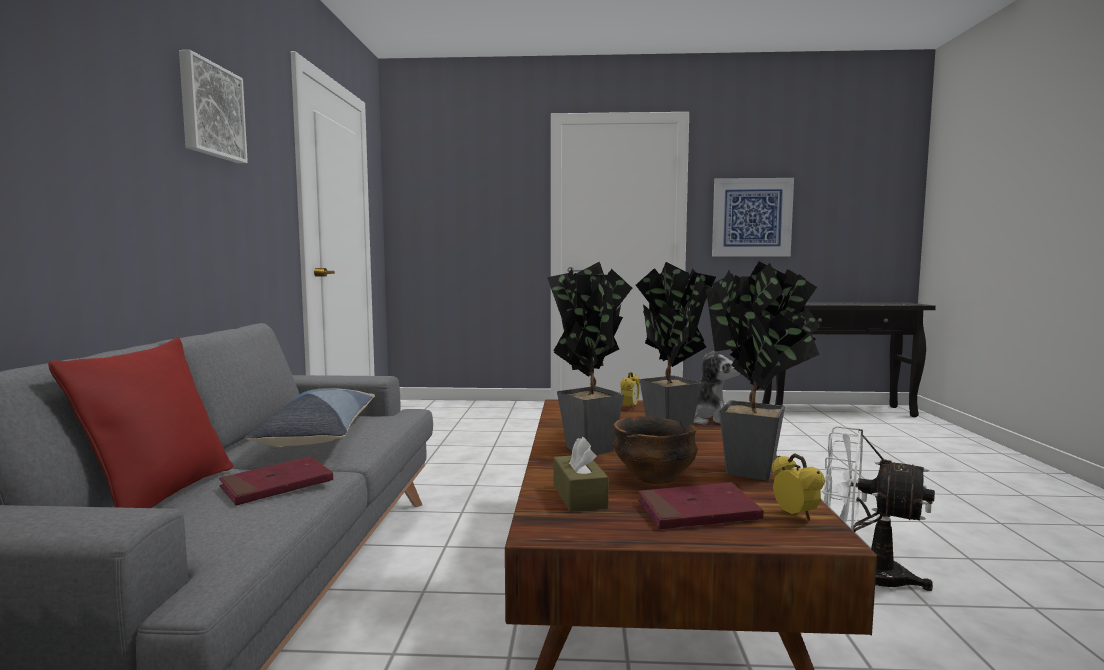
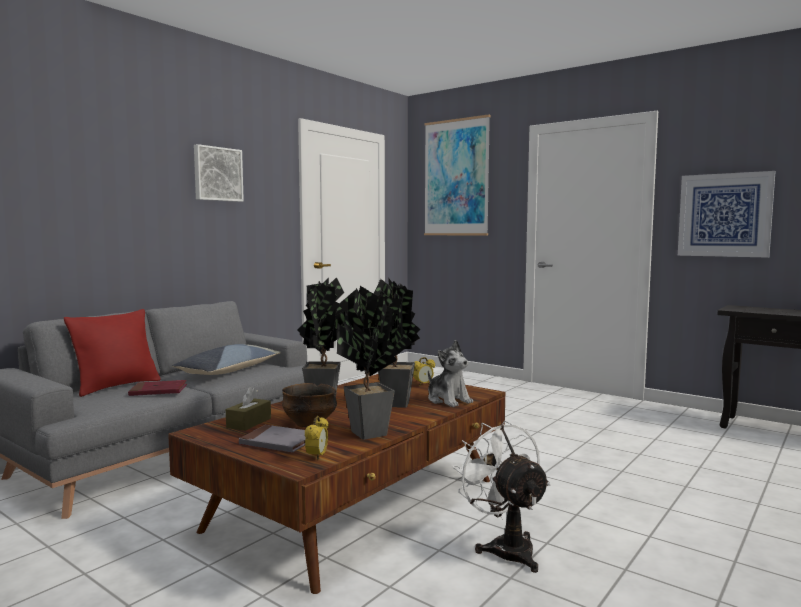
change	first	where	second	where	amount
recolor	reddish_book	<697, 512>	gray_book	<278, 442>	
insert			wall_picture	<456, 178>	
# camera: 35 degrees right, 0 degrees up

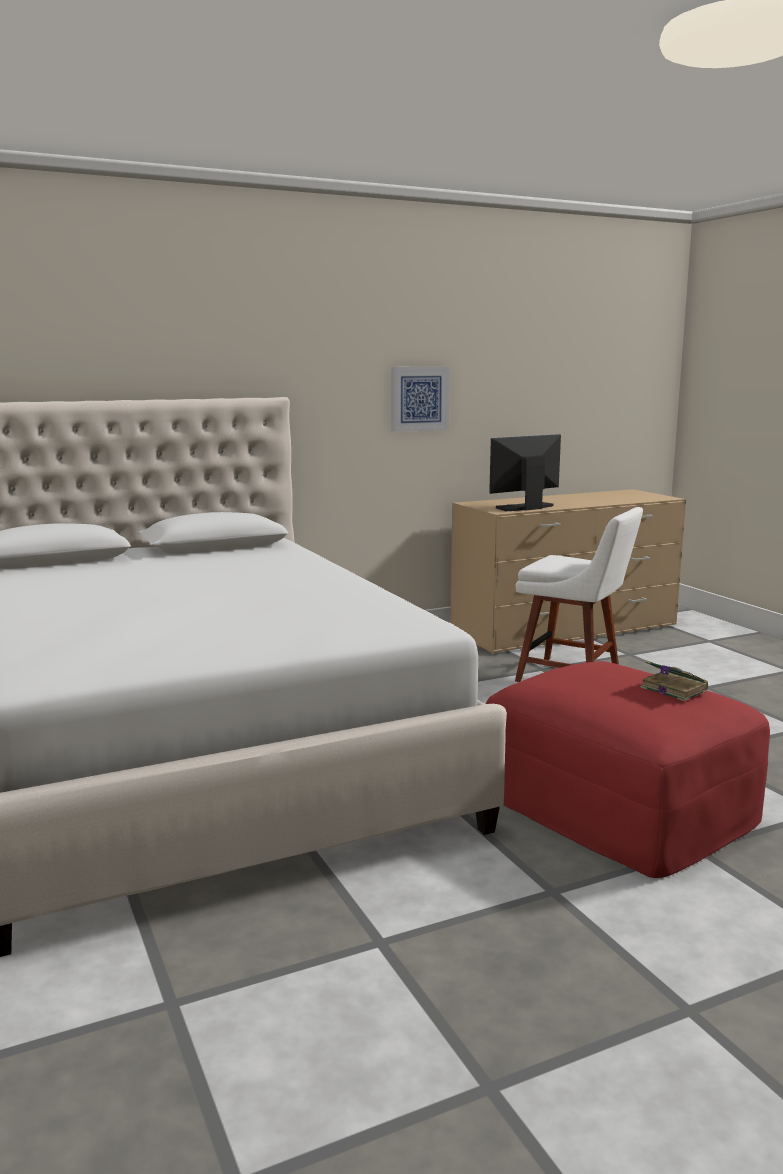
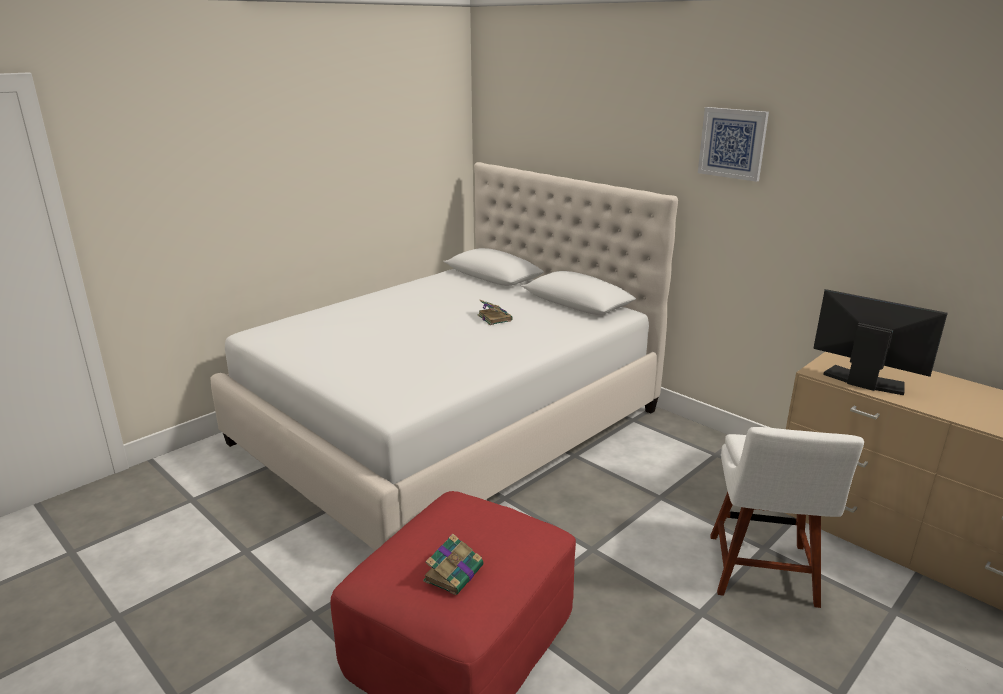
change	first	where	second	where	amount
move	wall_picture	<419, 398>		<732, 143>	
insert			book	<494, 318>	
# camera: 70 degrees right, 10 degrees up

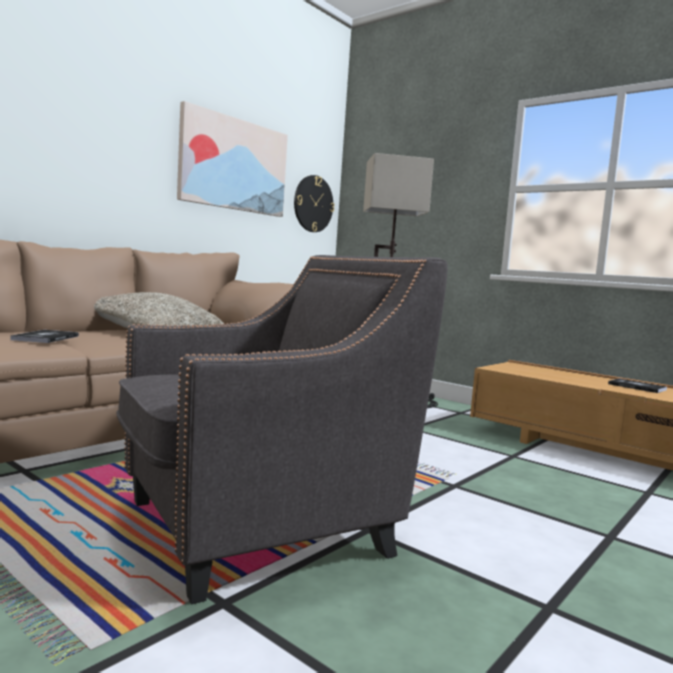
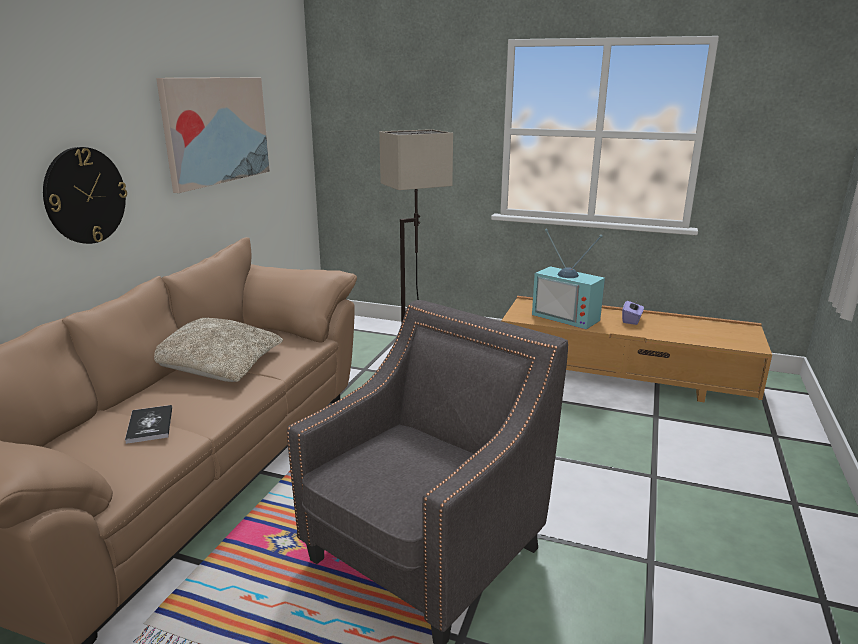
change	first	where	second	where	amount
move	wall_clock	<313, 204>		<85, 195>	
replace	book	<637, 387>	purplish_tissue_box	<631, 320>	
insert			TV	<568, 317>	
# camera: 20 degrees left, 15 degrees up

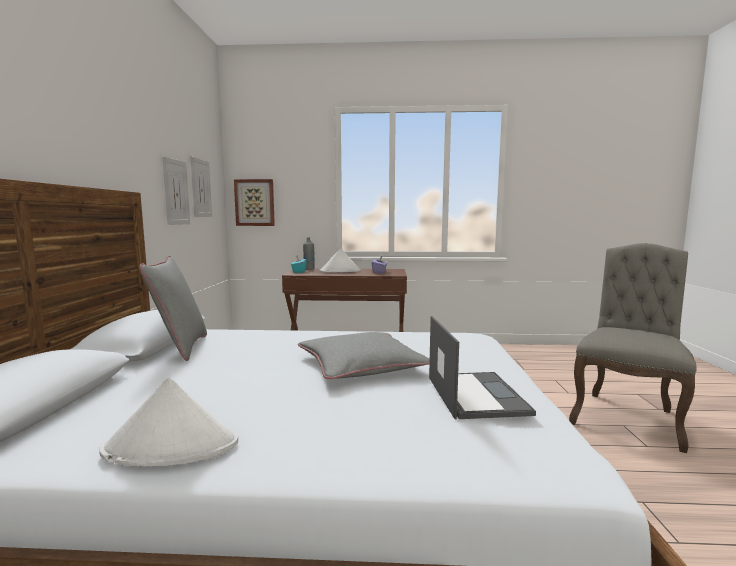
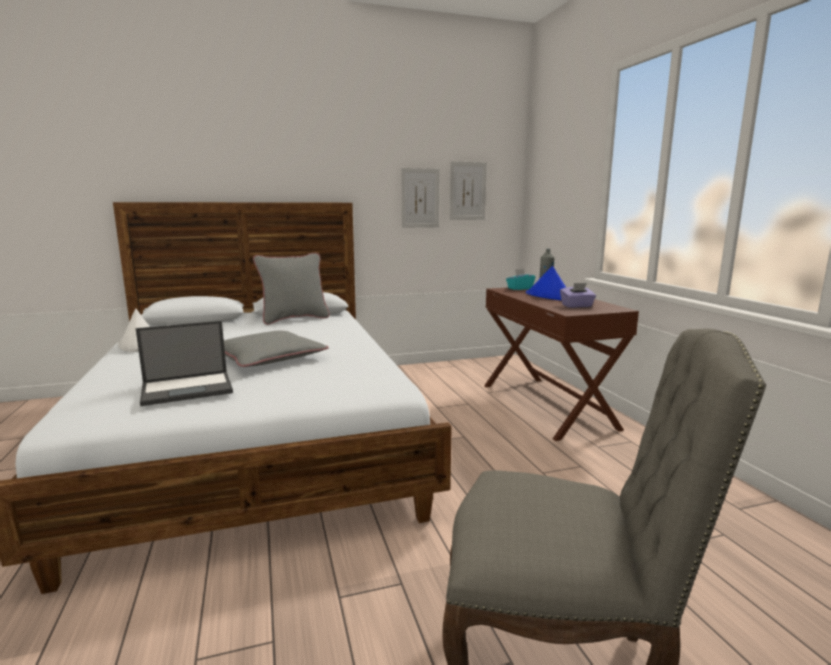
change	first	where	second	where	amount
delete	wall_picture	<255, 202>			
recolor	white-coloured_wearable_hat	<340, 271>	blue_wearable_hat	<549, 296>	
# camera: 70 degrees right, 5 degrees up

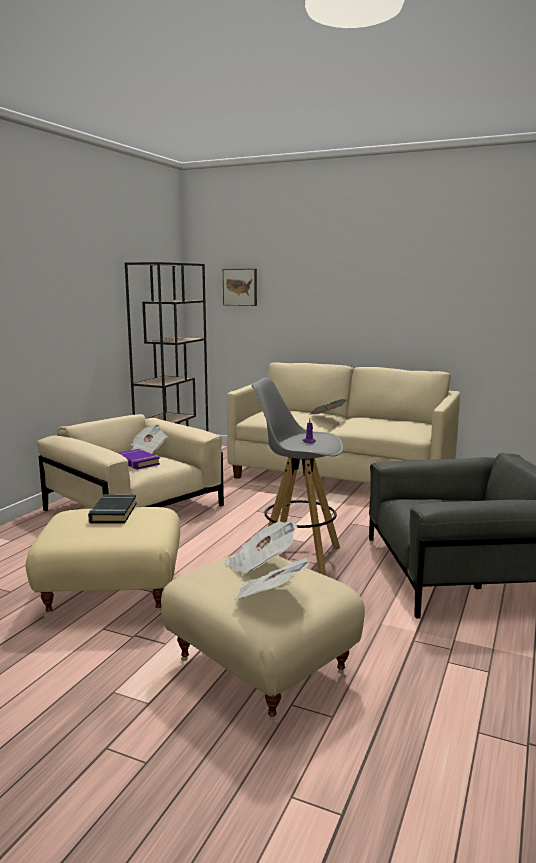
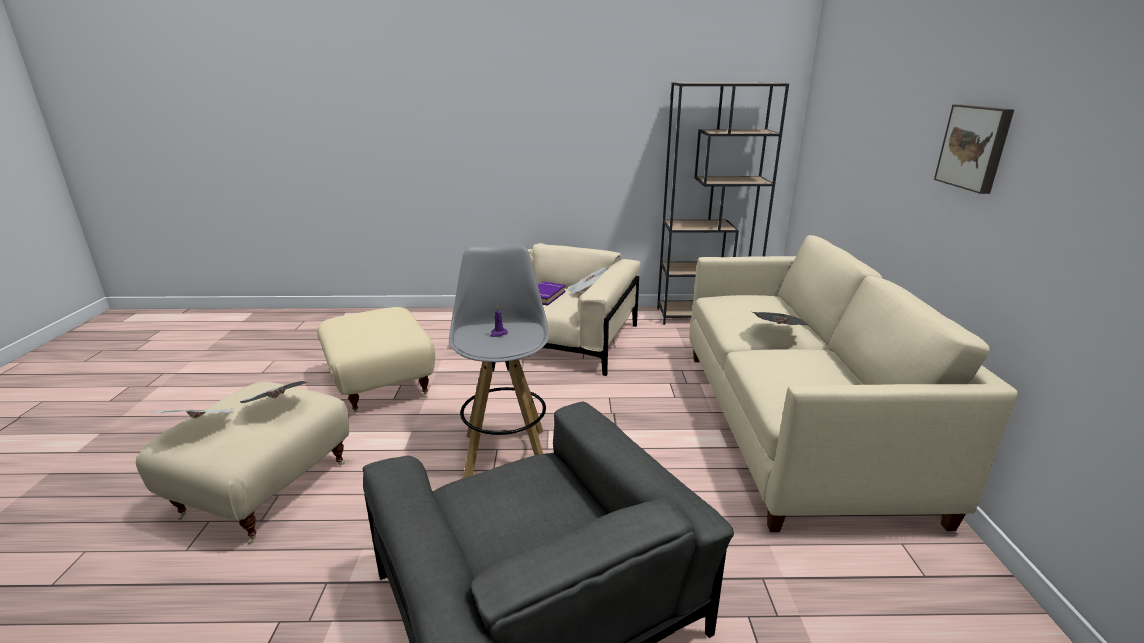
change	first	where	second	where	amount
move	wall_picture	<240, 287>		<975, 147>	
delete	black-coloured_book	<113, 513>			
# camera: 65 degrees right, 10 degrees up

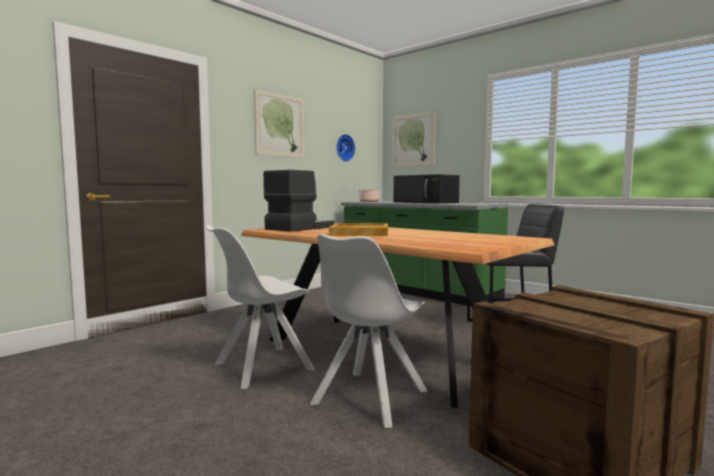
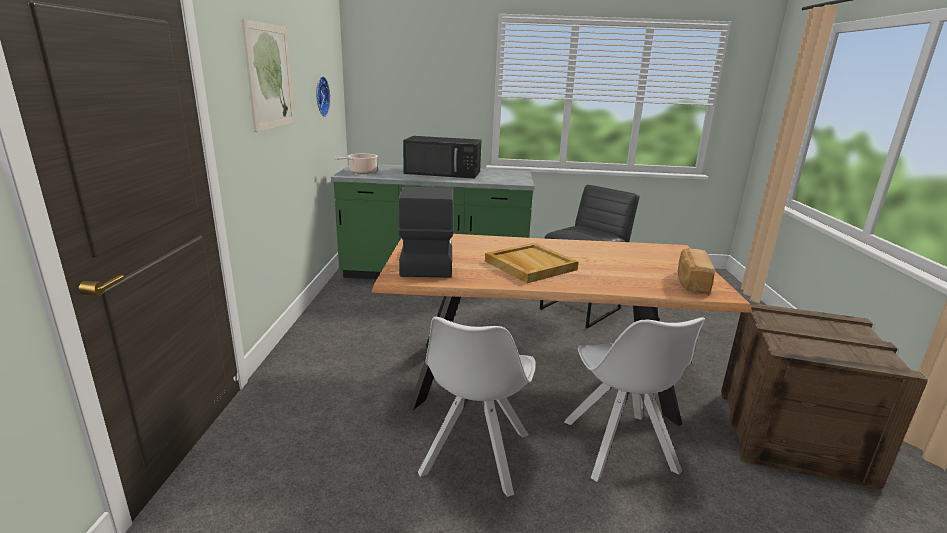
change	first	where	second	where	amount
delete	wall_picture	<413, 140>			
insert			bakery_bread	<691, 282>	
# camera: 40 degrees left, 15 degrees up

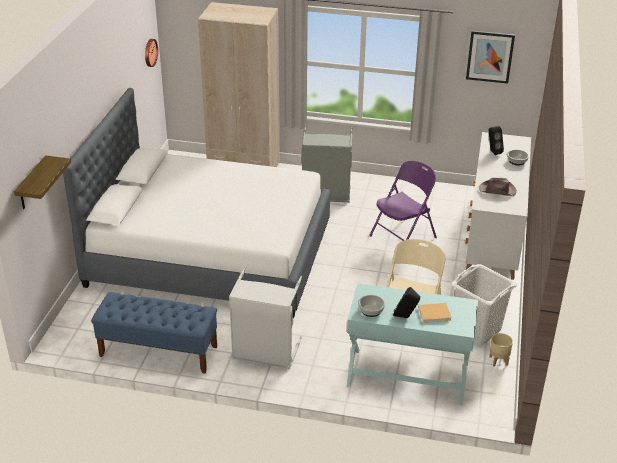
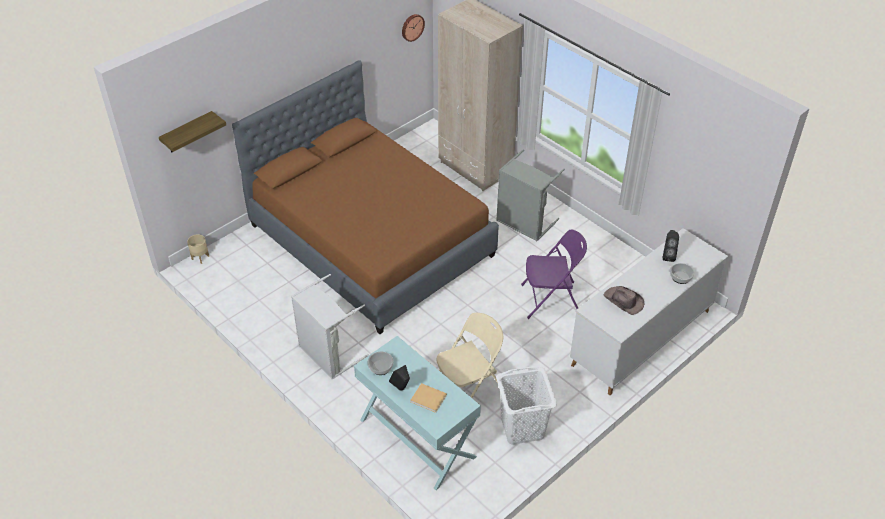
change	first	where	second	where	amount
delete	wall_picture	<490, 56>			
recolor	white-coloured_bed	<210, 254>	brown_bed	<371, 240>	
delete	blue_bench	<158, 351>			
move	beige_planter	<498, 361>		<200, 257>	
# camera: 35 degrees right, 10 degrees up

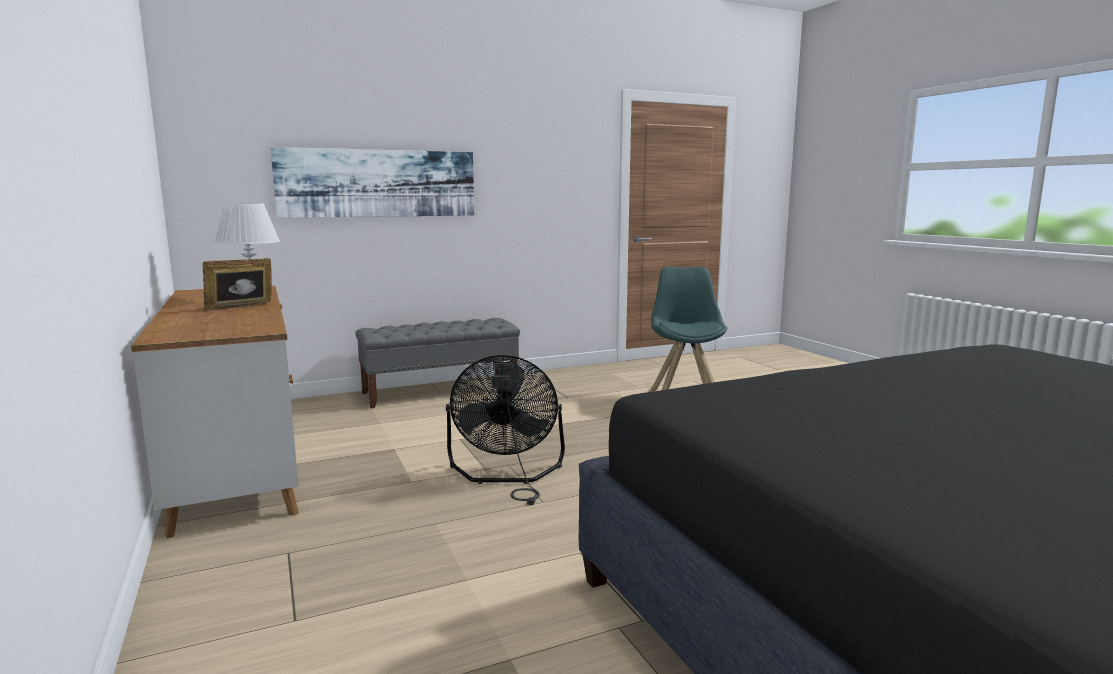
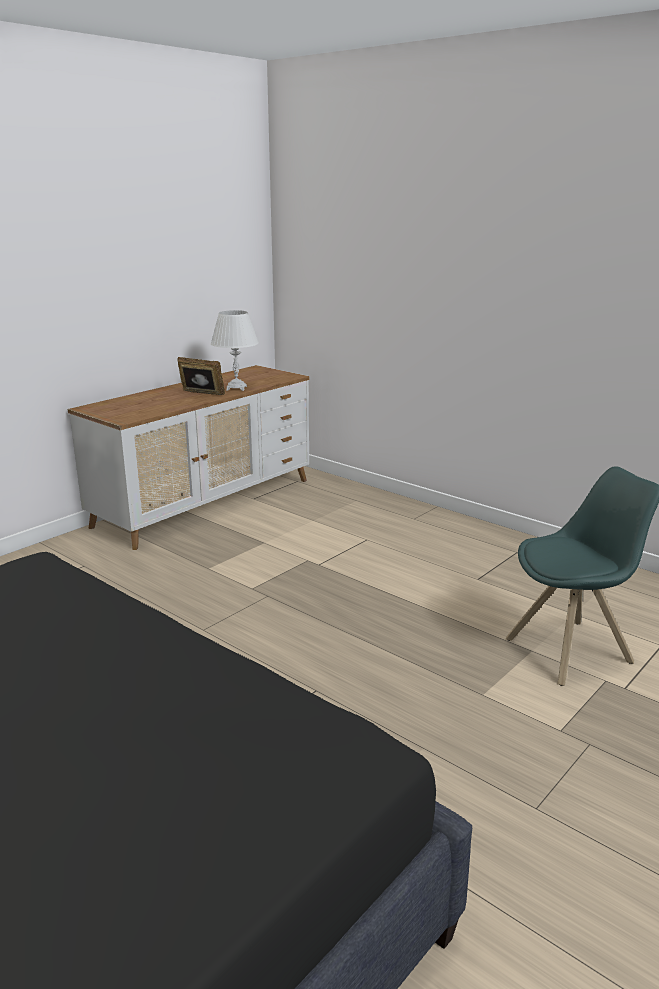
change	first	where	second	where	amount
delete	wall_picture	<378, 183>			
delete	gray_bench	<441, 391>			
delete	black-coloured_fan	<508, 476>			
# camera: 65 degrees right, 10 degrees up

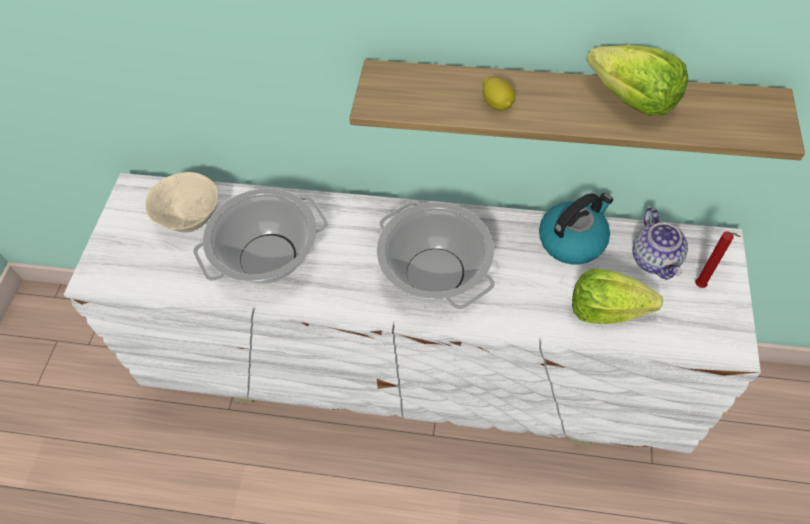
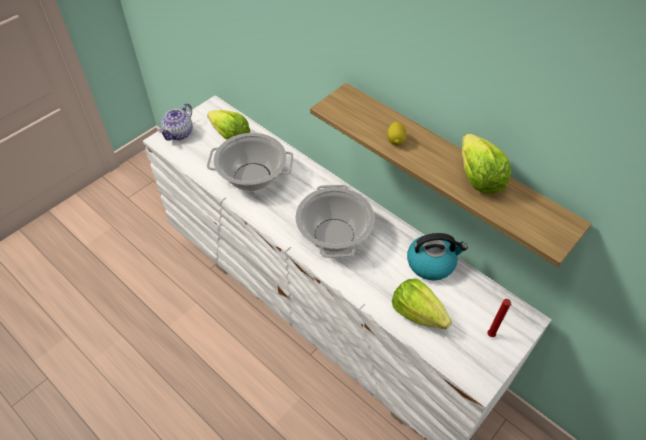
change	first	where	second	where	amount
replace	beige_deep_dish	<190, 219>	lettuce_head	<230, 136>	
move	tea_pot	<655, 259>		<179, 134>	
# camera: 30 degrees right, 5 degrees down

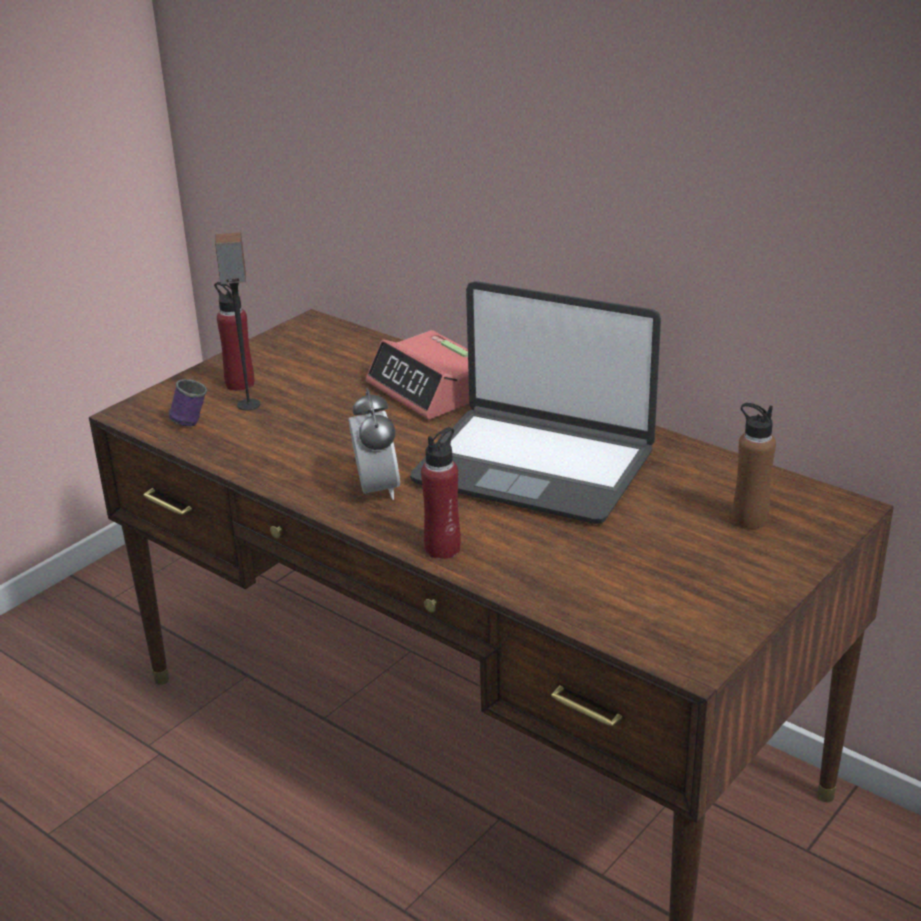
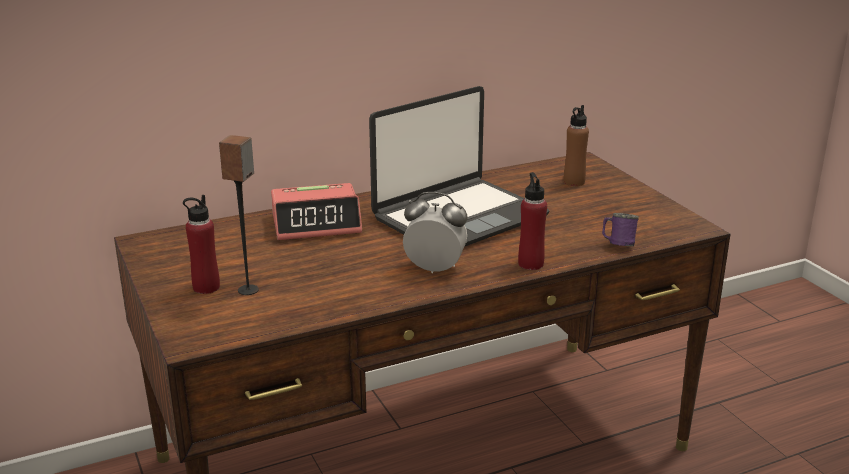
change	first	where	second	where	amount
move	purplish_tea_mug	<190, 420>		<618, 245>	
# camera: 65 degrees left, 5 degrees down

